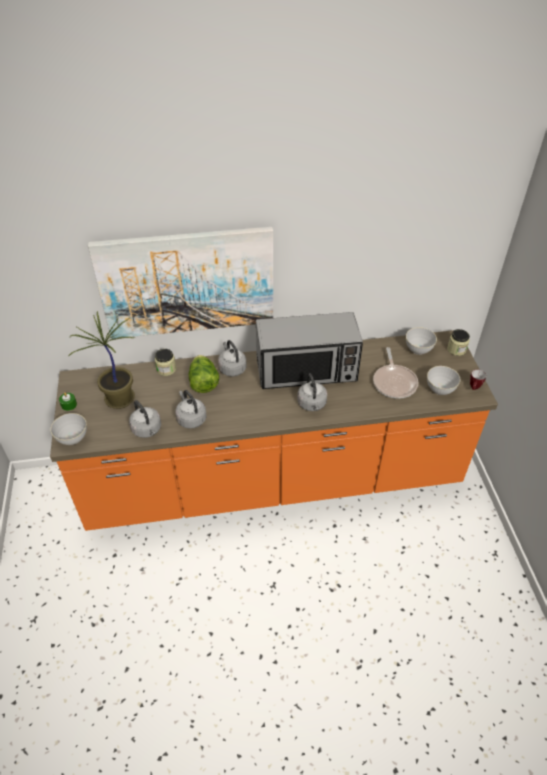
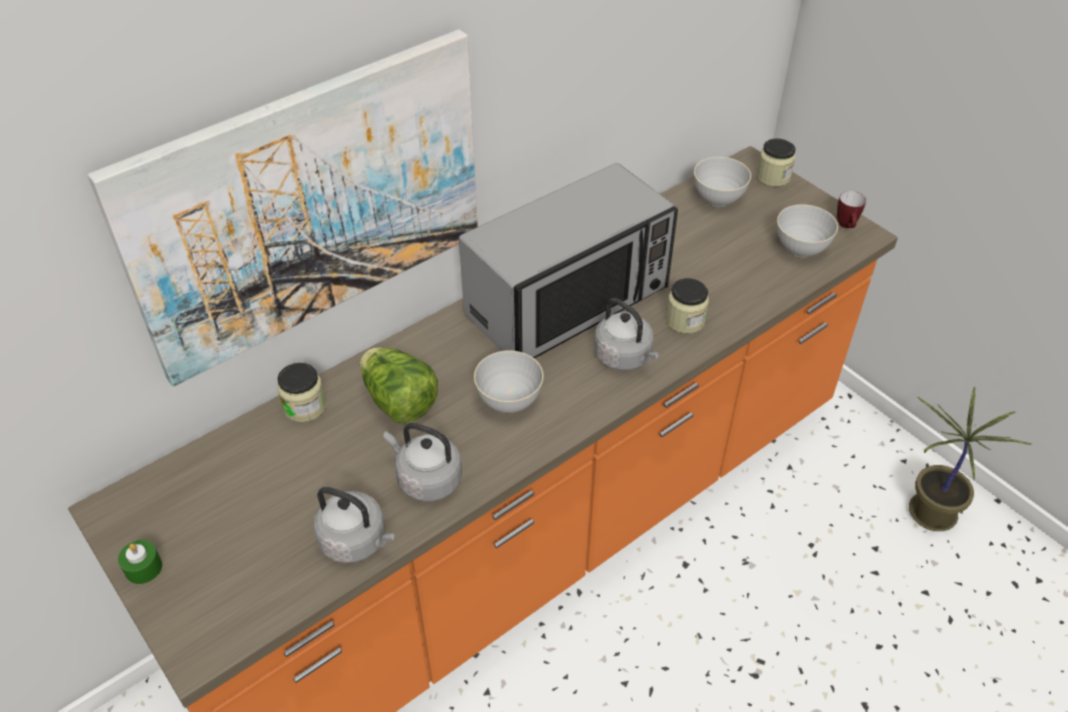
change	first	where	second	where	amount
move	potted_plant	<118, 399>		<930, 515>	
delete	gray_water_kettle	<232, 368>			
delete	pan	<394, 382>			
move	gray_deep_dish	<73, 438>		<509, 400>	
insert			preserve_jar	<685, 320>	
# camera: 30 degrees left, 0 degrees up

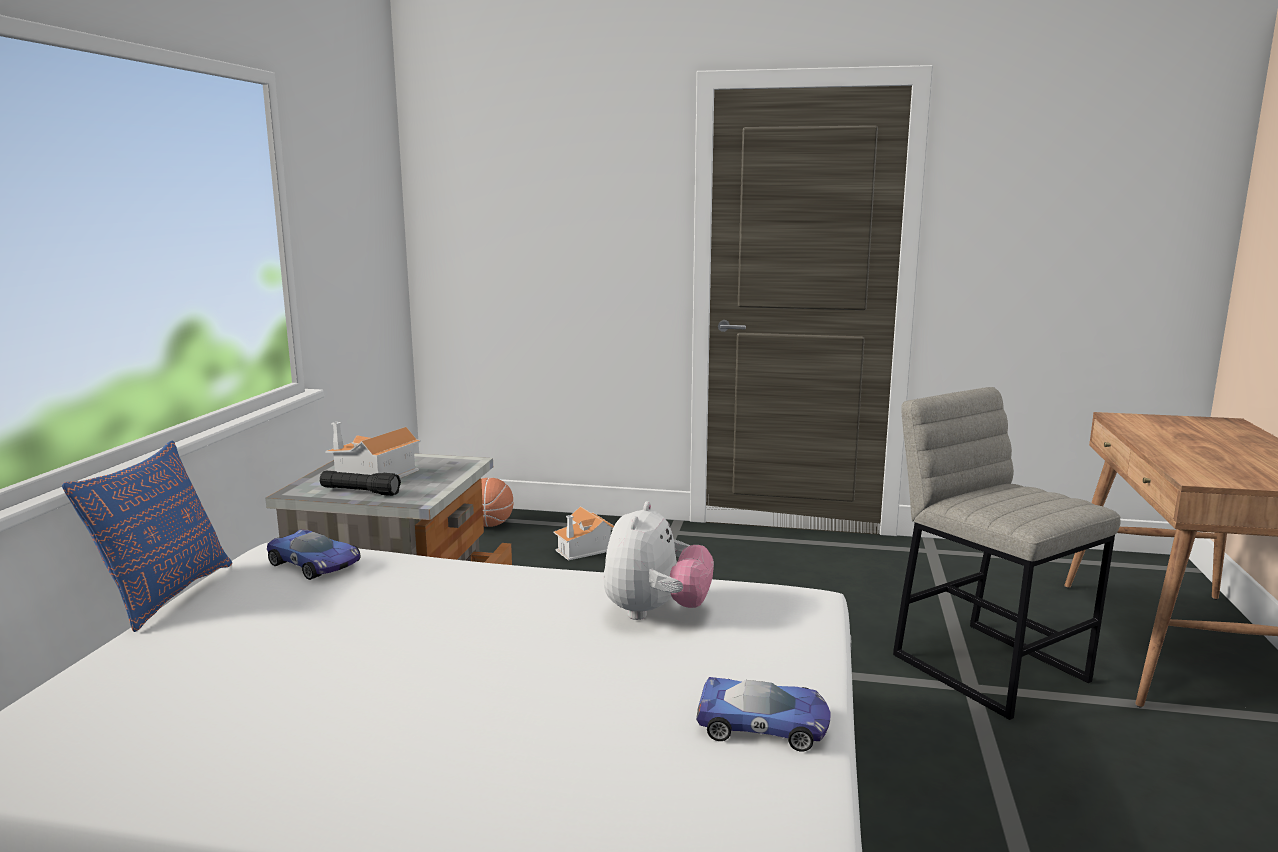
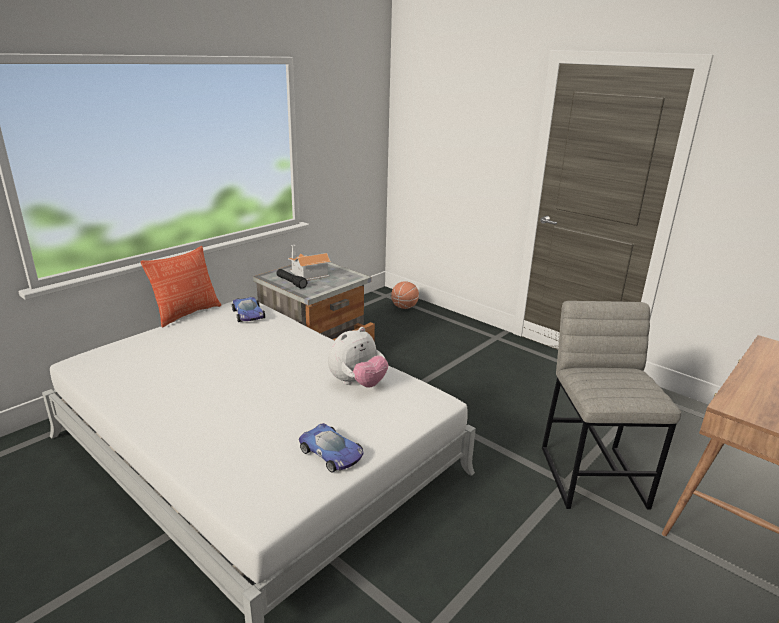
change	first	where	second	where	amount
recolor	blue_cushion	<166, 595>	orange-coloured_cushion	<187, 314>	
delete	toy_house	<584, 548>			
# camera: 30 degrees right, 10 degrees up

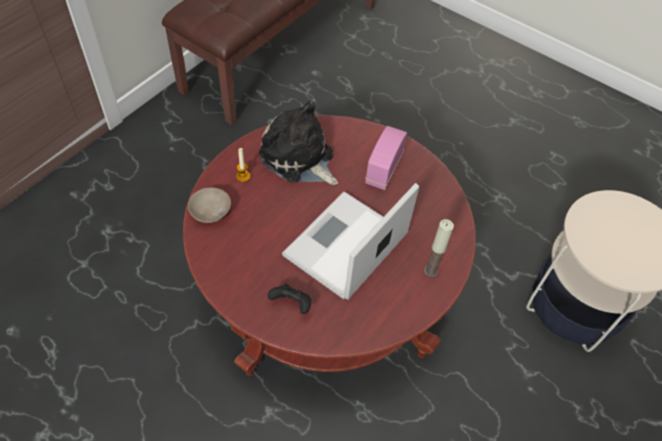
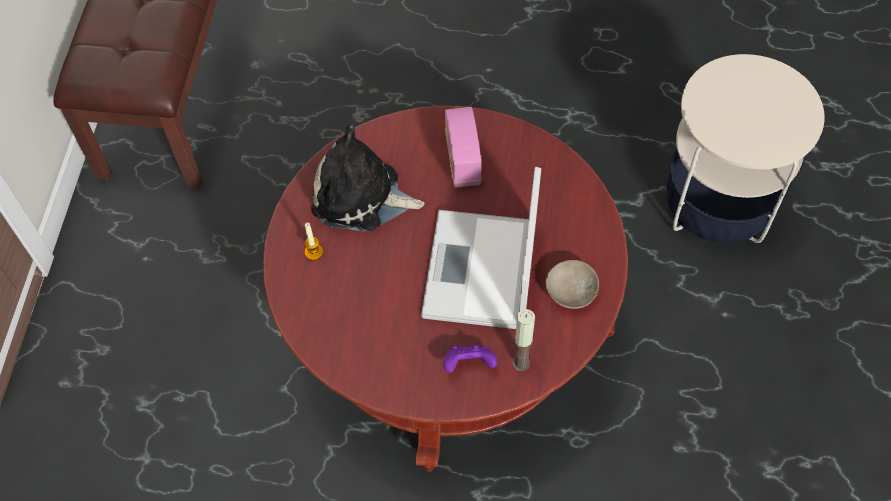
change	first	where	second	where	amount
move	beige_deep_dish	<210, 210>		<569, 290>	
move	wax_candle	<430, 271>		<521, 363>	
recolor	black-coloured_joypad	<292, 304>	purplish_joypad	<469, 365>	
# camera: 25 degrees left, 5 degrees up

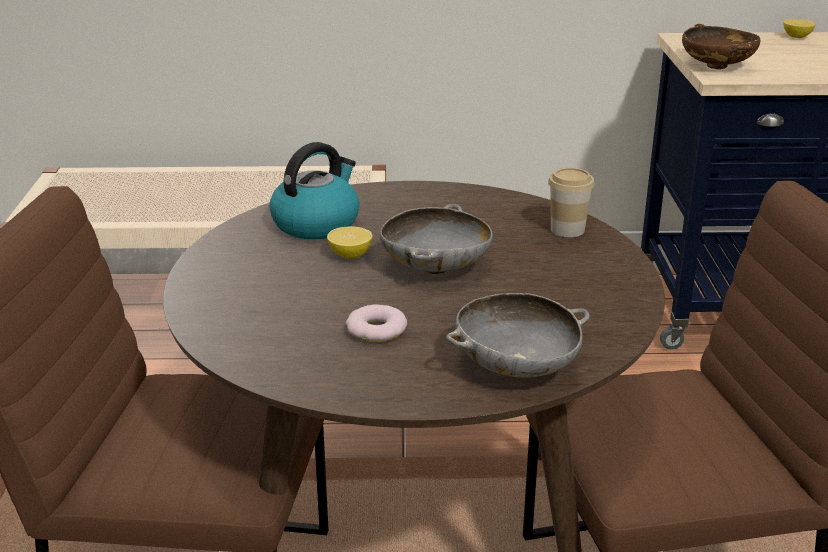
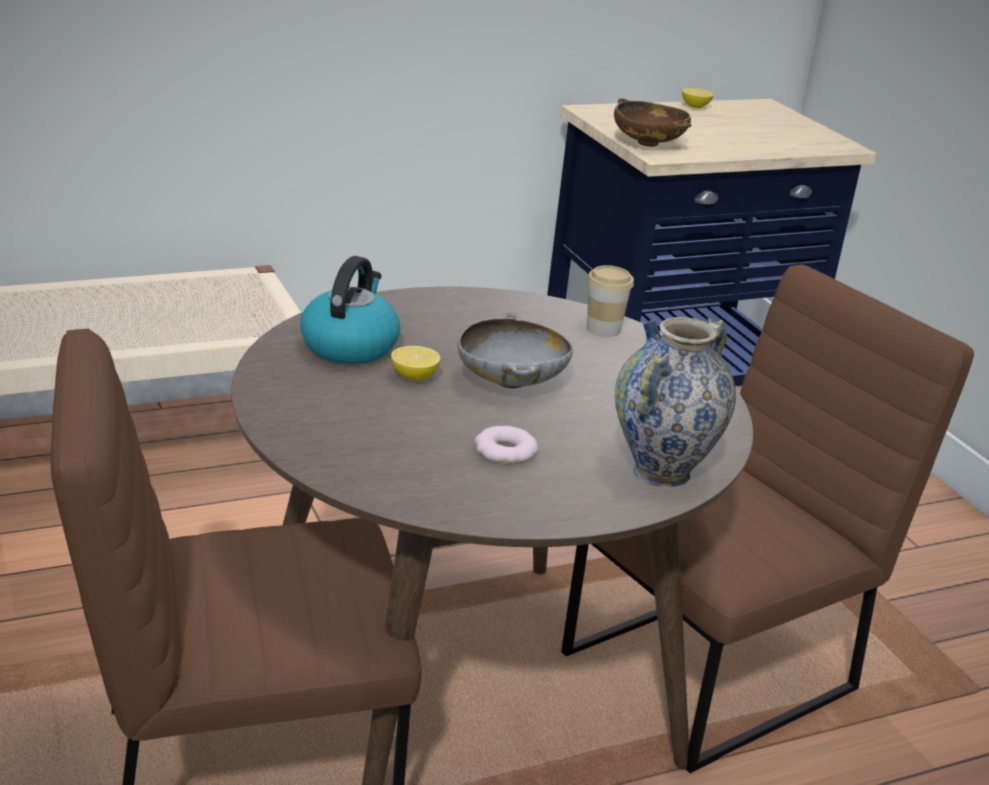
change	first	where	second	where	amount
replace	gray_deep_dish	<516, 368>	flower_vase	<661, 472>	
# camera: 25 degrees left, 0 degrees up

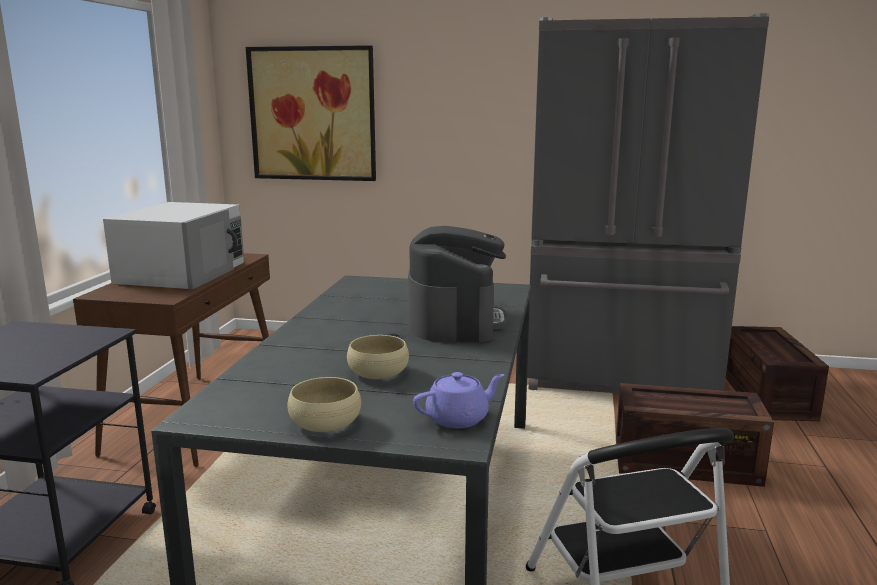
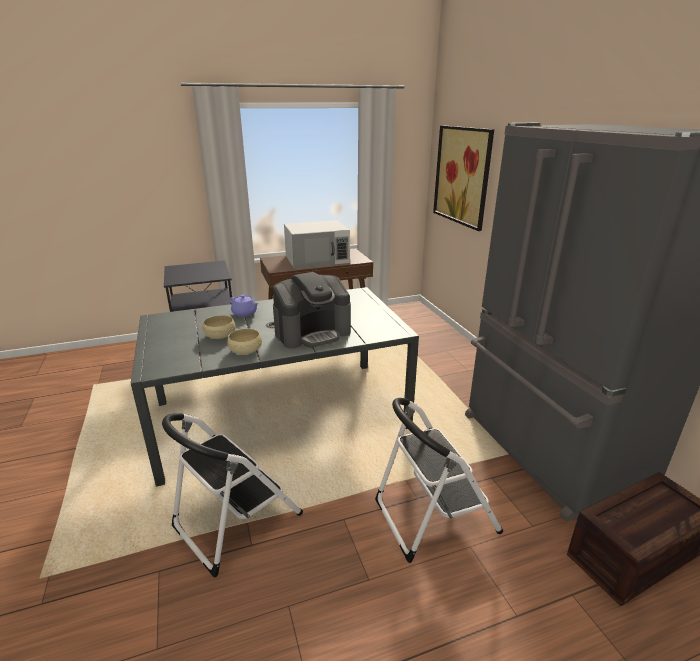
change	first	where	second	where	amount
move	purplish_tea_pot	<459, 418>		<245, 313>	
move	beige_deep_dish	<325, 423>		<245, 350>	
replace	packing_crate	<683, 463>	stepladder	<431, 516>	
# camera: 60 degrees right, 10 degrees up

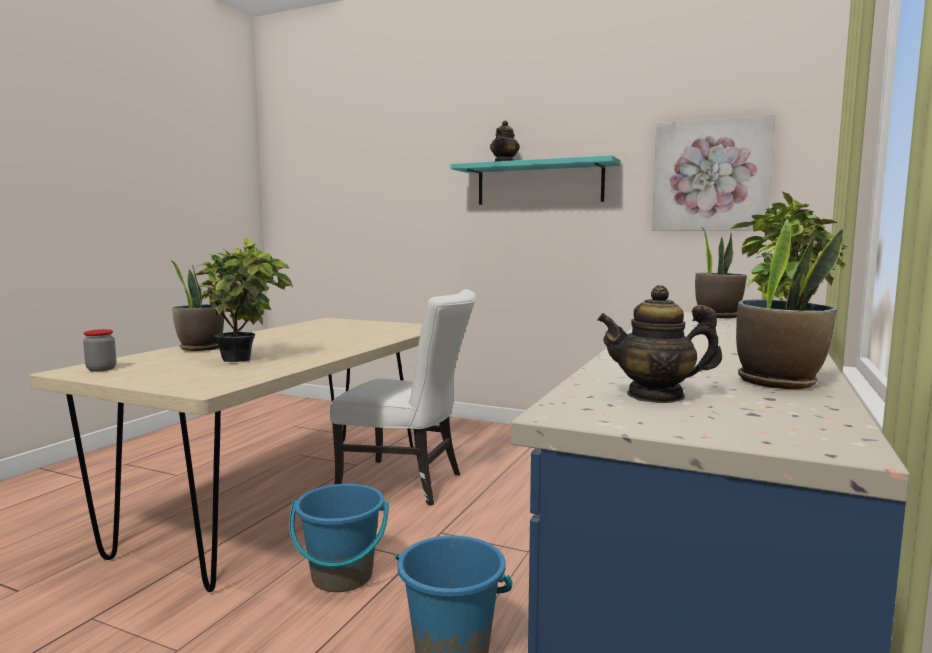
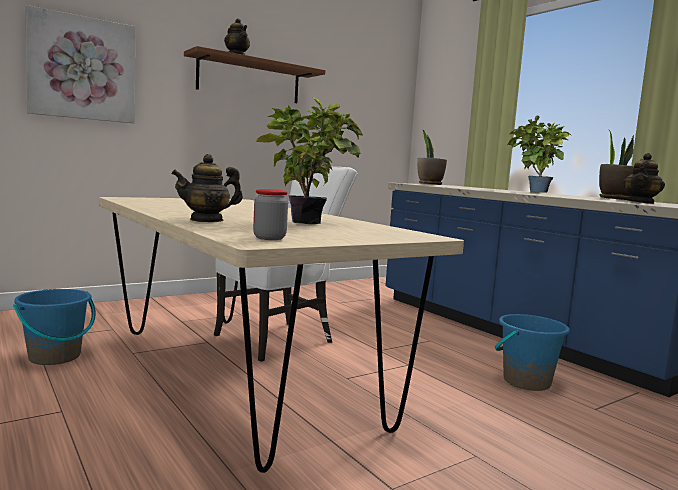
change	first	where	second	where	amount
move	wall_picture	<711, 176>		<82, 68>	
recolor	turquoise_shelf	<539, 183>	brown_shelf	<249, 80>	
replace	potted_plant	<200, 348>	tea_pot	<207, 220>	
move	blue_water_bucket	<342, 577>		<55, 357>	
# camera: 60 degrees left, 0 degrees up

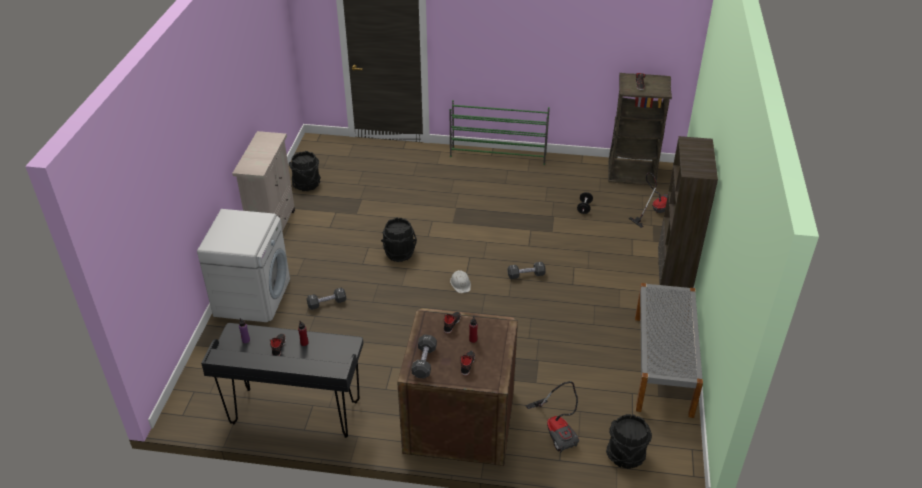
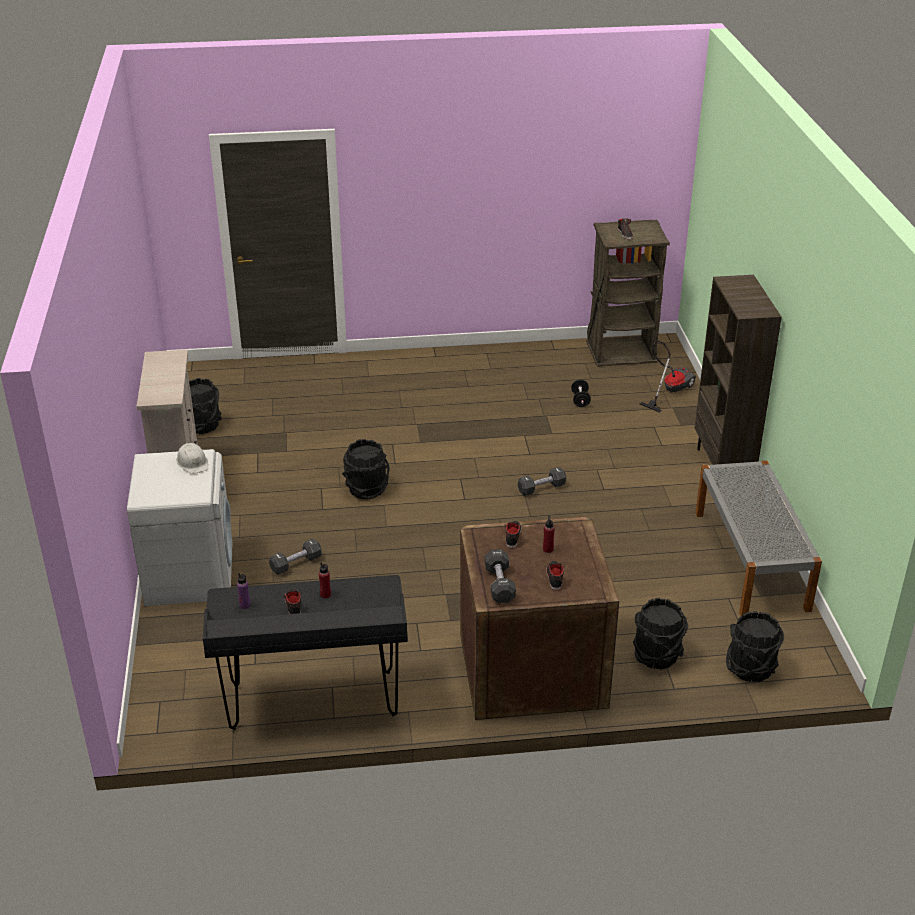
change	first	where	second	where	amount
delete	greenish_shoe_stand	<498, 156>			
move	white-coloured_safety_helmet	<460, 283>		<193, 462>	
replace	vacuum_cleaner	<557, 430>	black-coloured_water_bucket	<656, 655>	
# camera: 15 degrees left, 5 degrees down

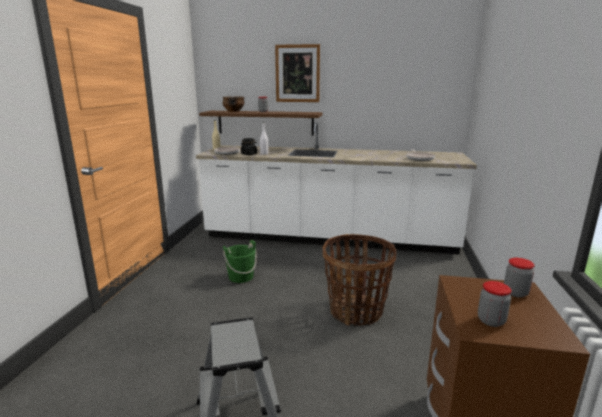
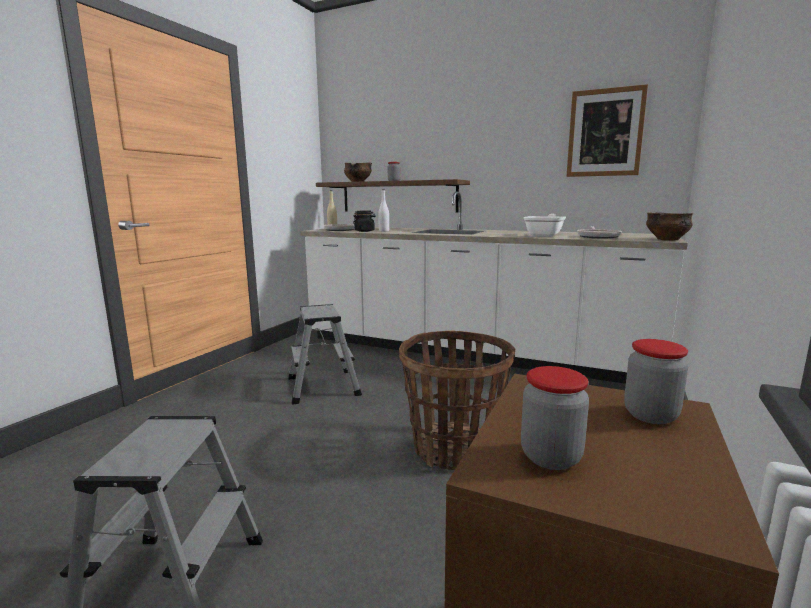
change	first	where	second	where	amount
move	wall_picture	<297, 73>		<605, 133>	
replace	greenish_water_bucket	<241, 277>	gray_stepladder	<323, 386>	
insert			deep_dish	<667, 239>	
insert			pan	<545, 235>	
# camera: 15 degrees right, 5 degrees down

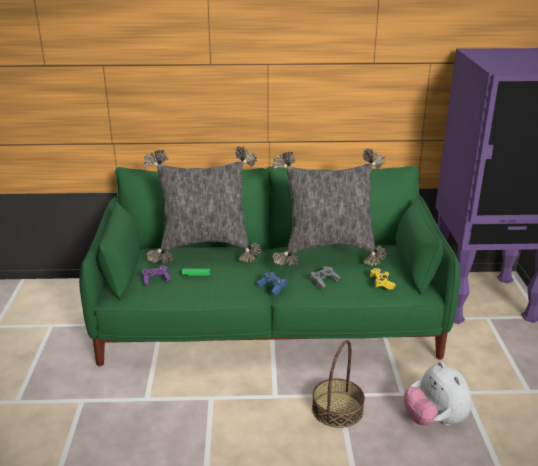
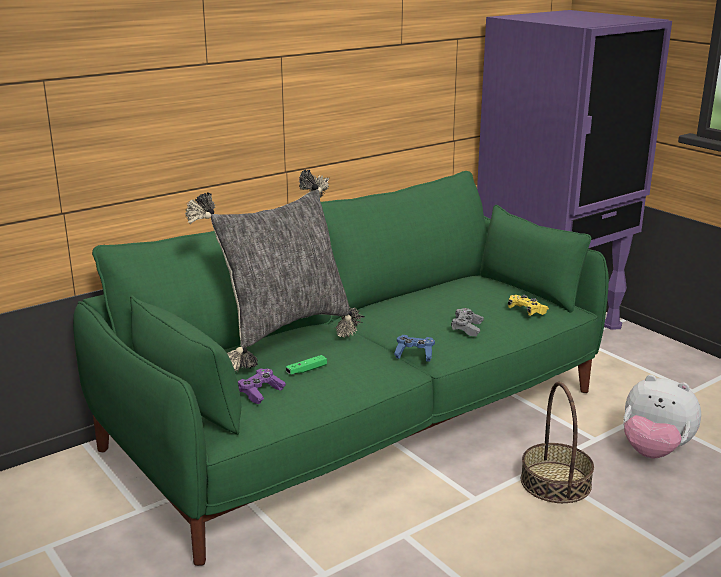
change	first	where	second	where	amount
delete	cushion	<327, 258>			
# camera: 35 degrees left, 5 degrees down

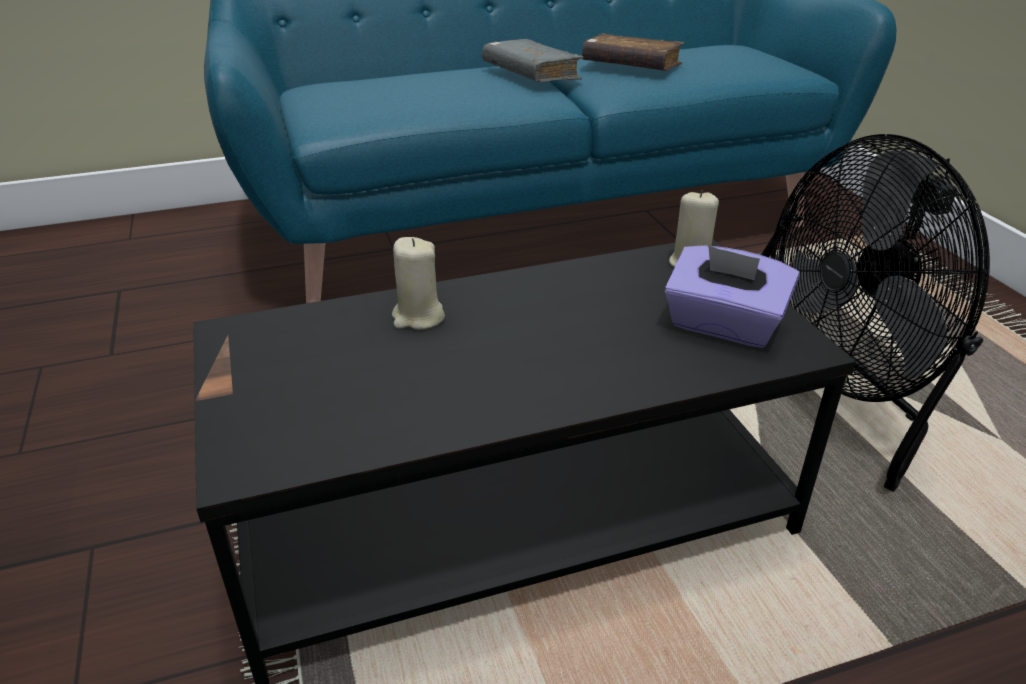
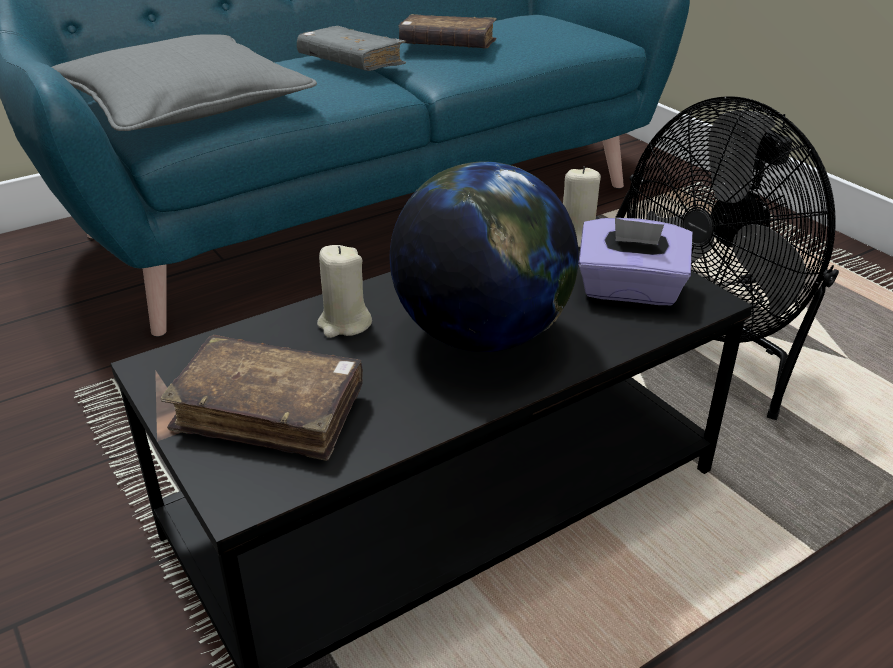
change	first	where	second	where	amount
insert			gray_cushion	<183, 102>	
insert			desk_globe	<482, 336>	
insert			brown_book	<270, 412>	
# camera: 15 degrees left, 0 degrees up

